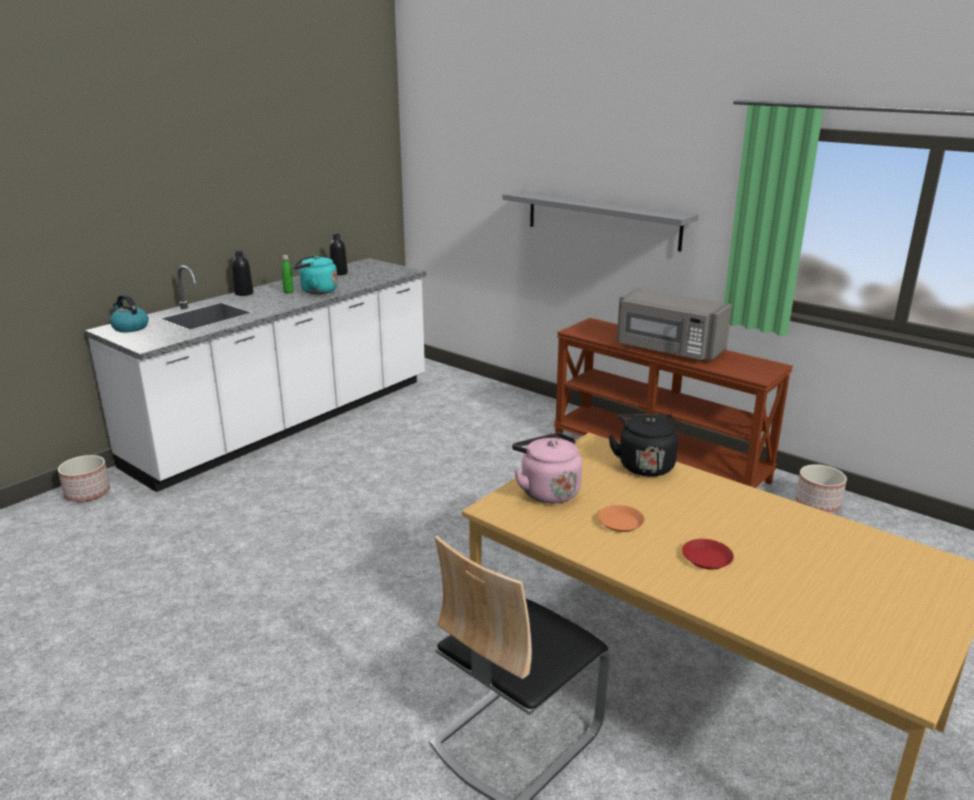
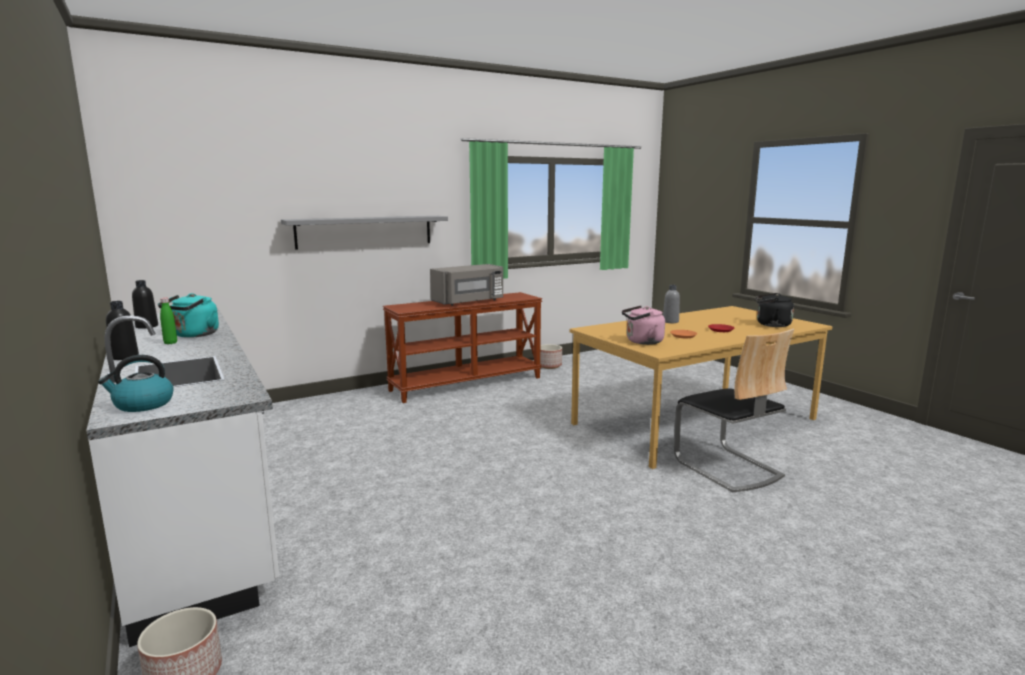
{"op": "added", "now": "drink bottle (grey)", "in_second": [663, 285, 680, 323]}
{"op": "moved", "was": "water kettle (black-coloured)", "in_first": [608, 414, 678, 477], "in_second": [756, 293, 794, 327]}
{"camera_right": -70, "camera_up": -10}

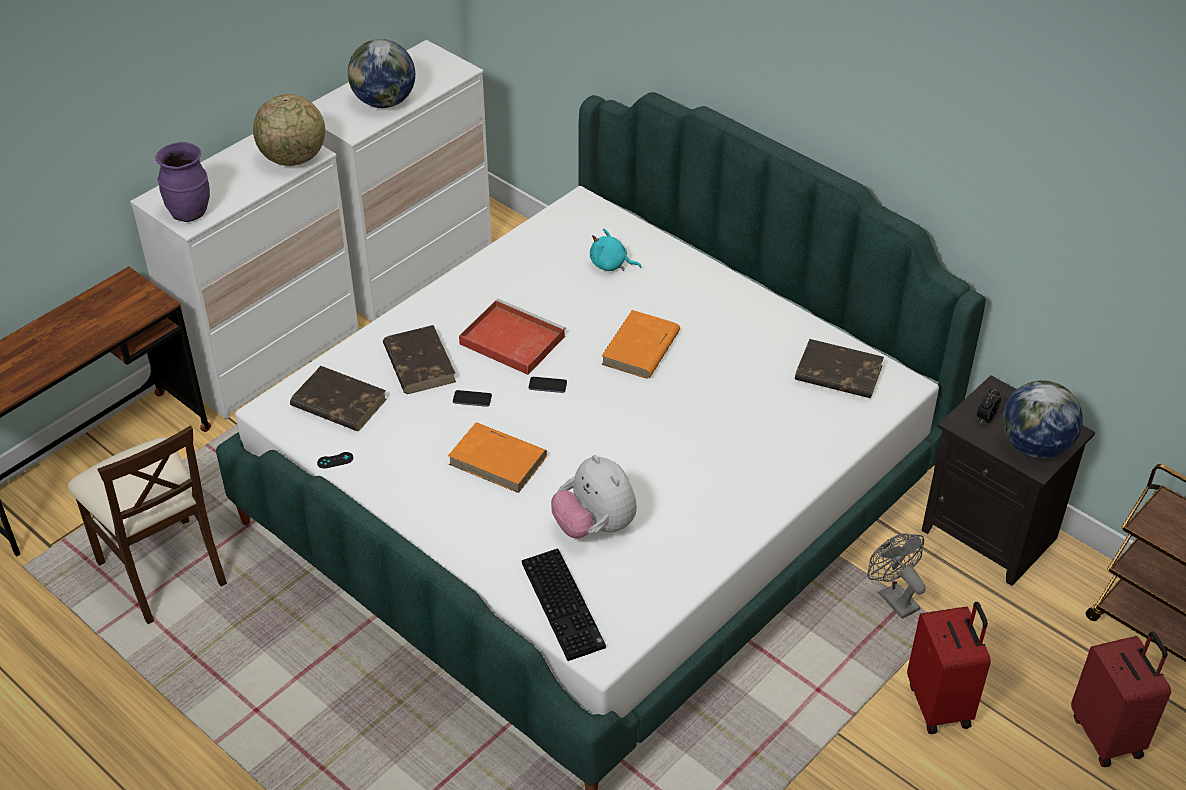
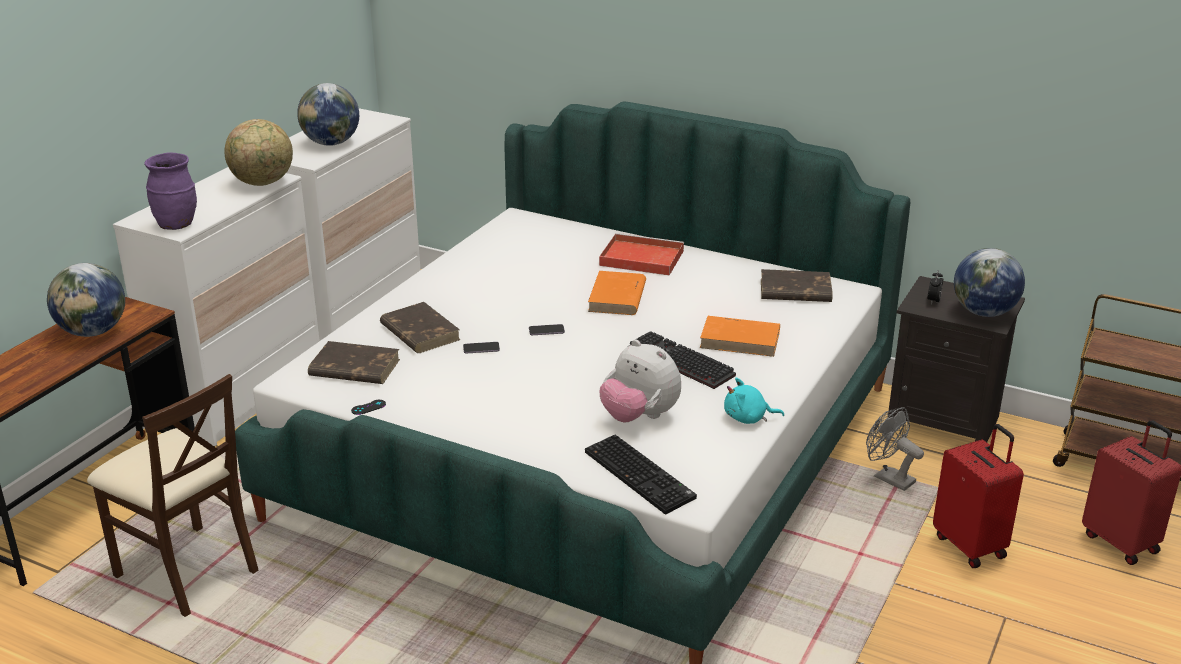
{"op": "added", "now": "globe", "in_second": [47, 263, 125, 337]}
{"op": "moved", "was": "carrying tray (red)", "in_first": [459, 299, 566, 375], "in_second": [599, 233, 684, 275]}
{"op": "added", "now": "keyboard", "in_second": [629, 331, 736, 389]}
{"op": "moved", "was": "volume (orangey)", "in_first": [448, 423, 547, 493], "in_second": [700, 316, 780, 357]}
{"op": "moved", "was": "plush toy (blue-green)", "in_first": [590, 228, 642, 271], "in_second": [724, 378, 784, 424]}
{"camera_right": -15, "camera_up": -15}

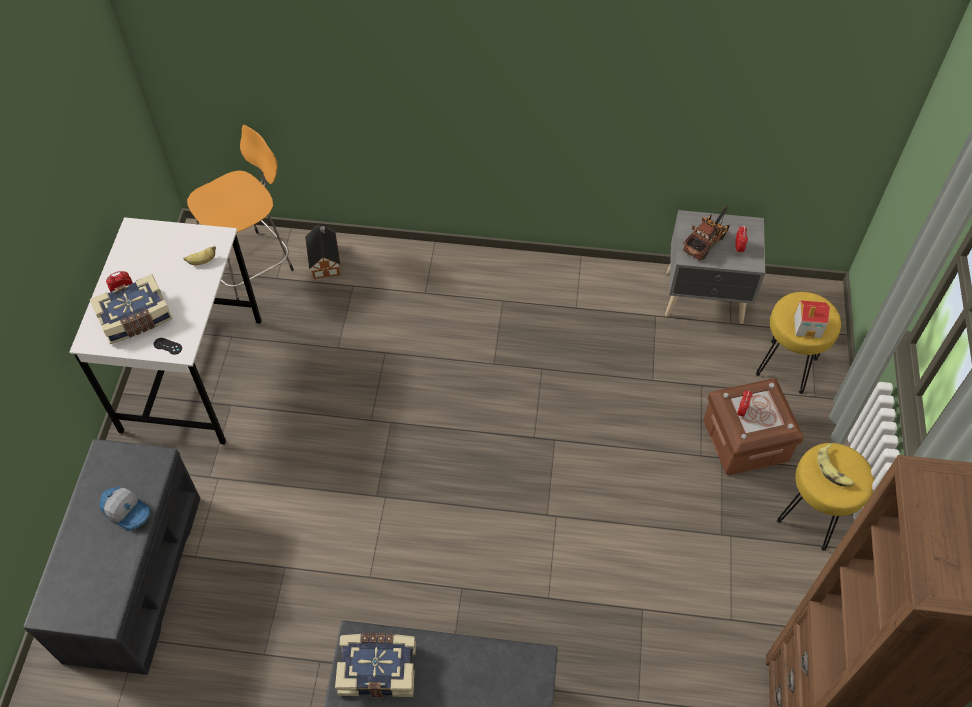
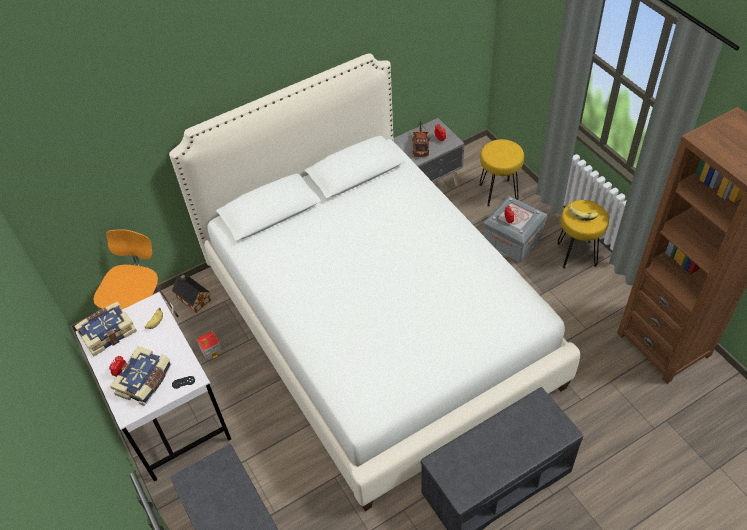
{"op": "moved", "was": "volume", "in_first": [335, 633, 416, 697], "in_second": [74, 301, 137, 357]}
{"op": "added", "now": "bed (white-coloured)", "in_second": [169, 53, 580, 511]}
{"op": "moved", "was": "toy house", "in_first": [794, 300, 830, 339], "in_second": [196, 331, 223, 361]}
{"op": "recoloured", "was": "storage container (brownish)", "now": "storage container (grey)", "in_first": [703, 378, 804, 475], "in_second": [483, 196, 547, 263]}
{"op": "removed", "was": "cap", "in_first": [100, 487, 151, 530]}
{"camera_right": -35, "camera_up": -5}

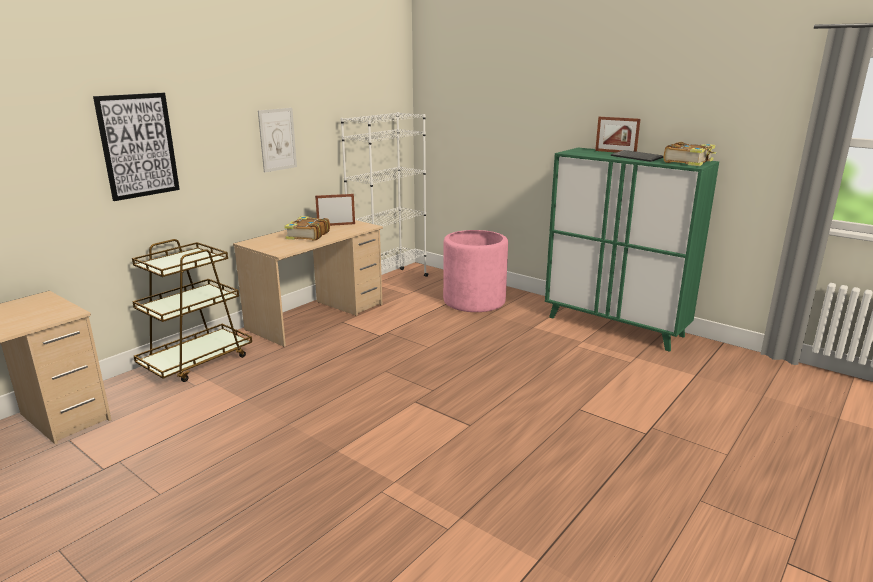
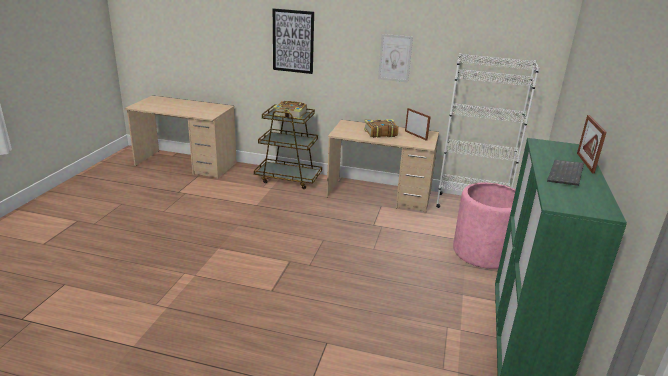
{"op": "moved", "was": "volume", "in_first": [663, 142, 717, 166], "in_second": [273, 101, 307, 119]}
{"camera_right": 65, "camera_up": 5}

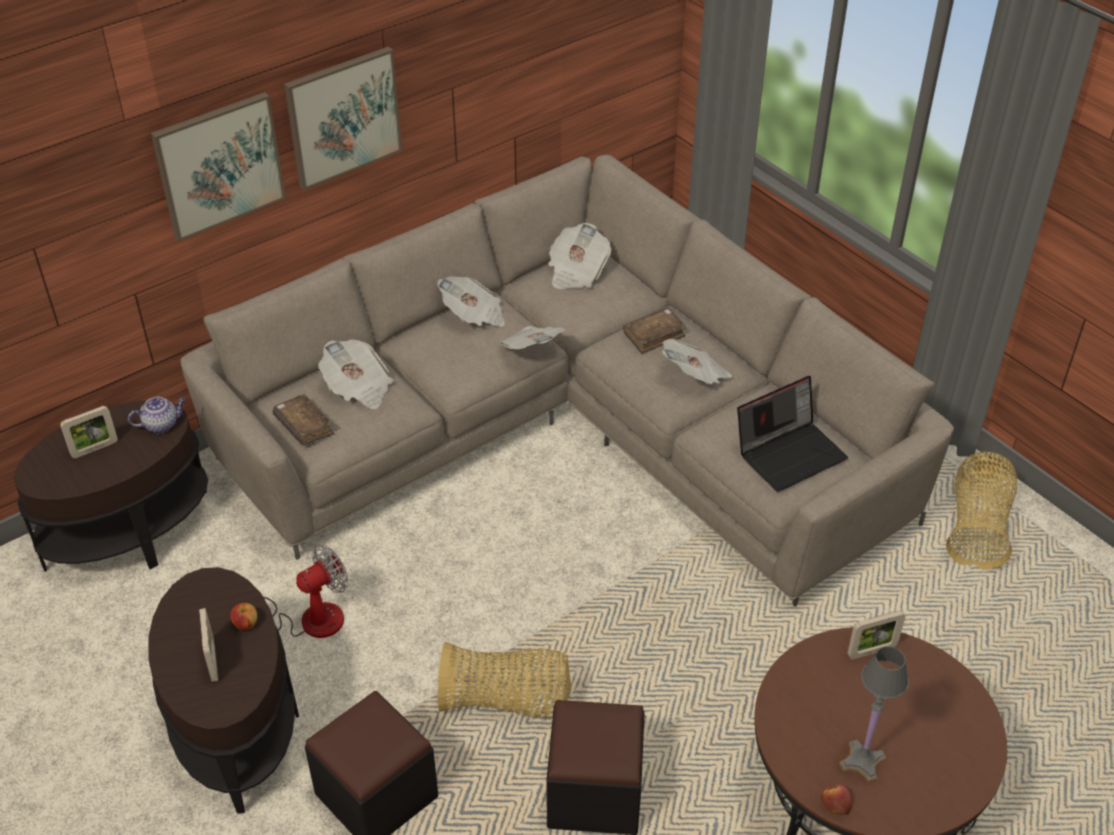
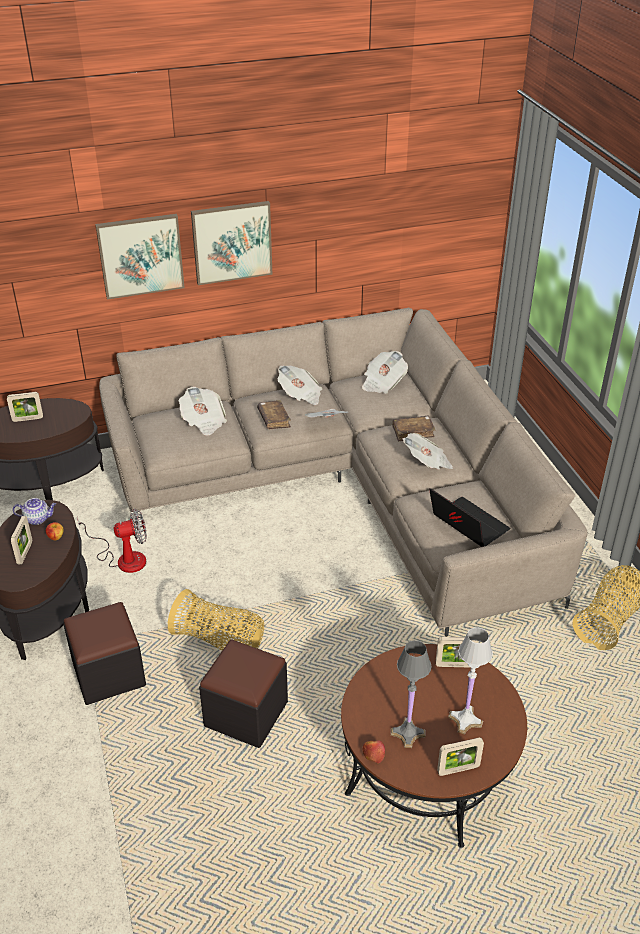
{"op": "moved", "was": "pot for tea", "in_first": [128, 397, 186, 433], "in_second": [13, 498, 56, 525]}
{"op": "moved", "was": "volume (brownish)", "in_first": [273, 394, 335, 446], "in_second": [257, 400, 291, 429]}
{"op": "turned", "was": "notebook computer", "in_first": [737, 376, 848, 492], "in_second": [429, 488, 511, 547], "clockwise": -120}
{"op": "added", "now": "picture frame", "in_second": [437, 737, 484, 776]}
{"op": "added", "now": "tabletop lamp (white-coloured)", "in_second": [448, 627, 493, 735]}
{"camera_right": 20, "camera_up": -5}

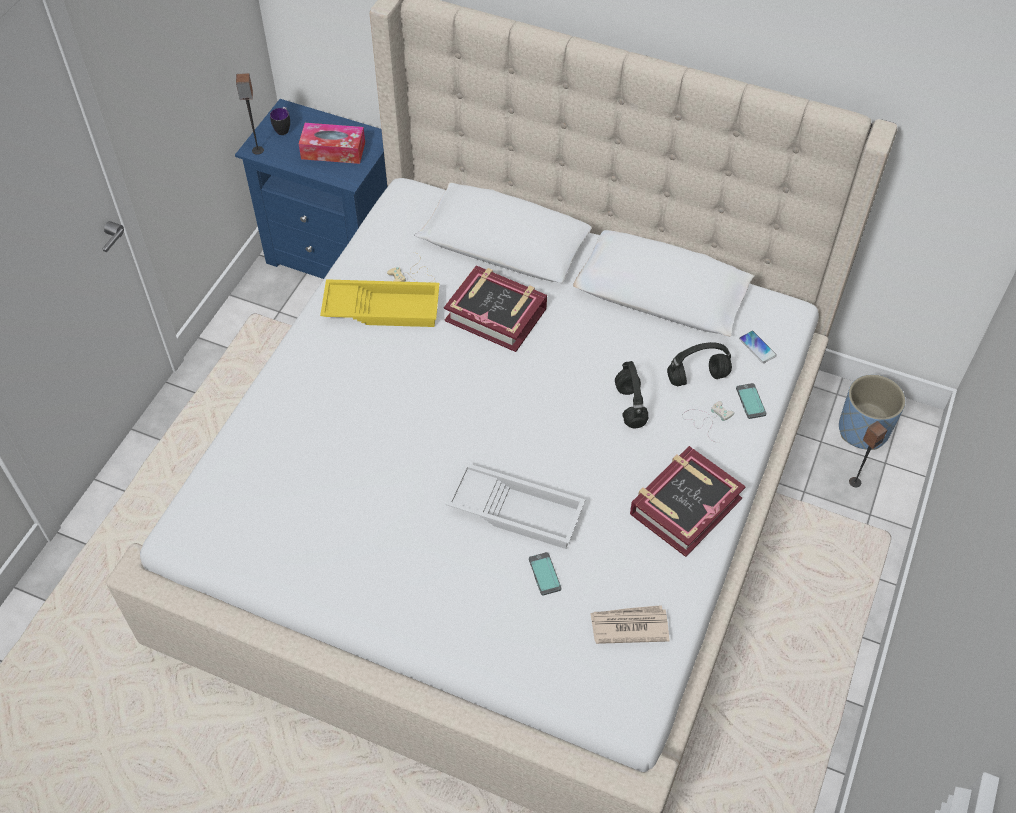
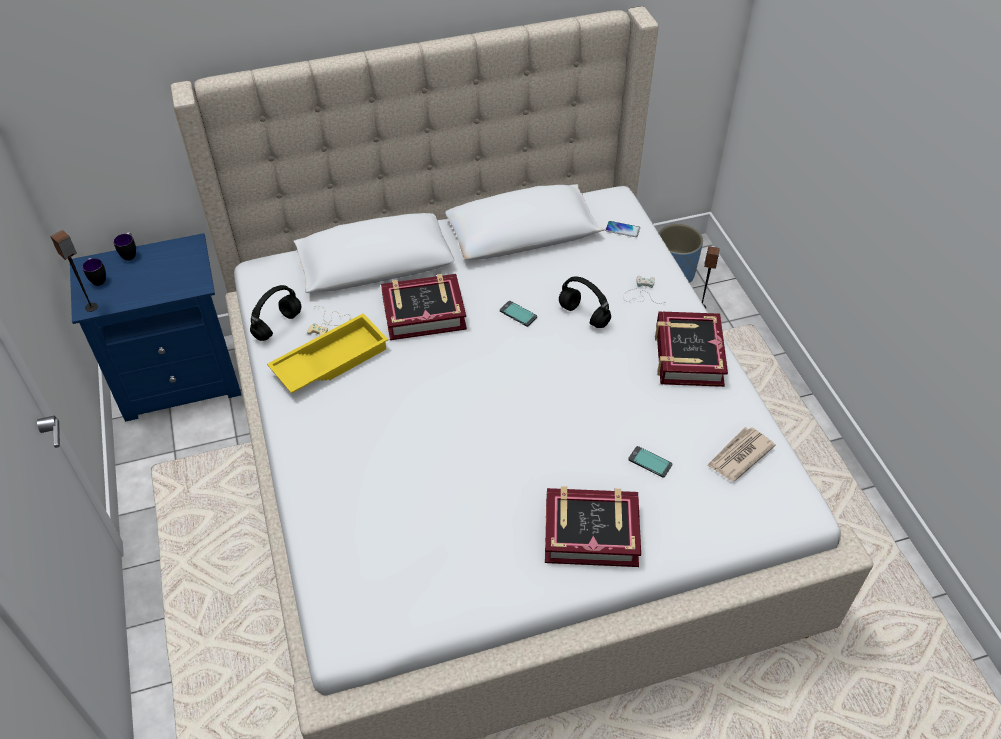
{"op": "added", "now": "mug", "in_second": [113, 233, 136, 261]}
{"op": "moved", "was": "headset (black-coloured)", "in_first": [667, 342, 732, 386], "in_second": [250, 285, 301, 341]}
{"op": "moved", "was": "phone", "in_first": [736, 383, 766, 419], "in_second": [500, 301, 537, 327]}
{"op": "added", "now": "volume", "in_second": [545, 486, 641, 567]}
{"op": "removed", "was": "box of tissues", "in_first": [299, 123, 365, 164]}
{"op": "removed", "was": "carrying tray (white-coloured)", "in_first": [446, 463, 585, 549]}
{"camera_right": -40, "camera_up": -5}

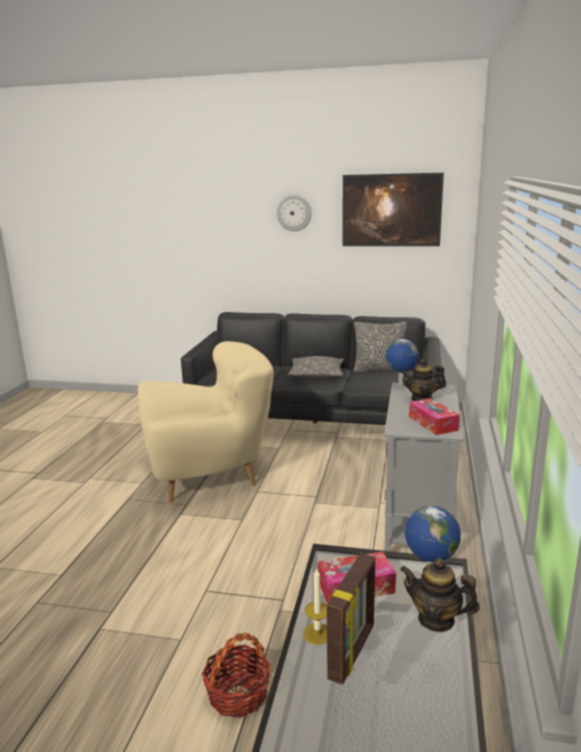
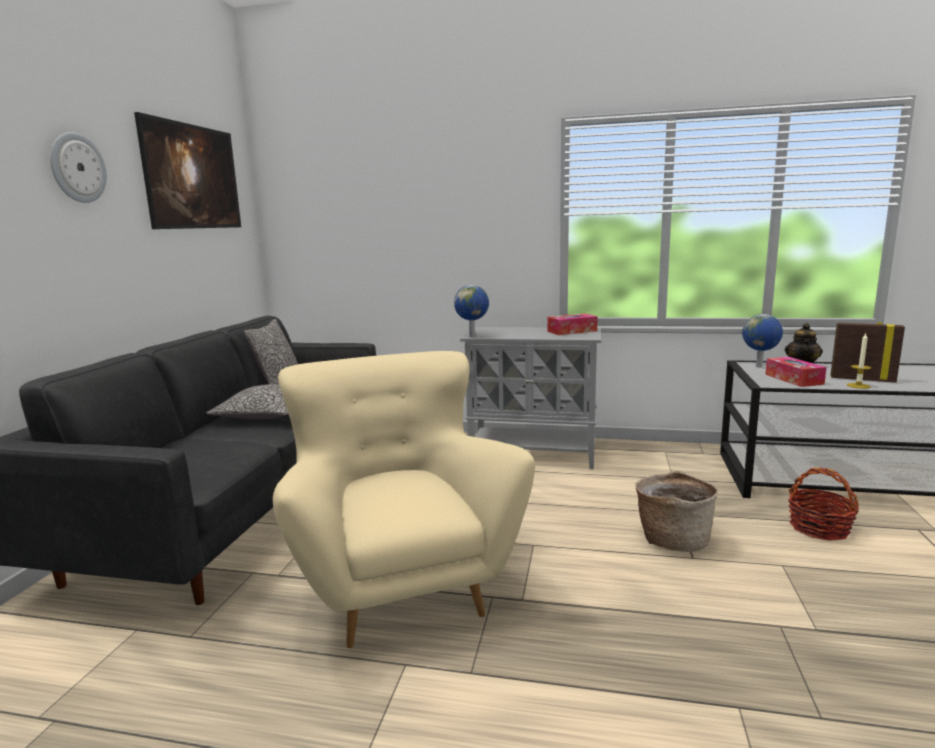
{"op": "added", "now": "basket", "in_second": [635, 471, 718, 552]}
{"op": "removed", "was": "pot for tea", "in_first": [400, 359, 446, 401]}
{"camera_right": -90, "camera_up": -5}

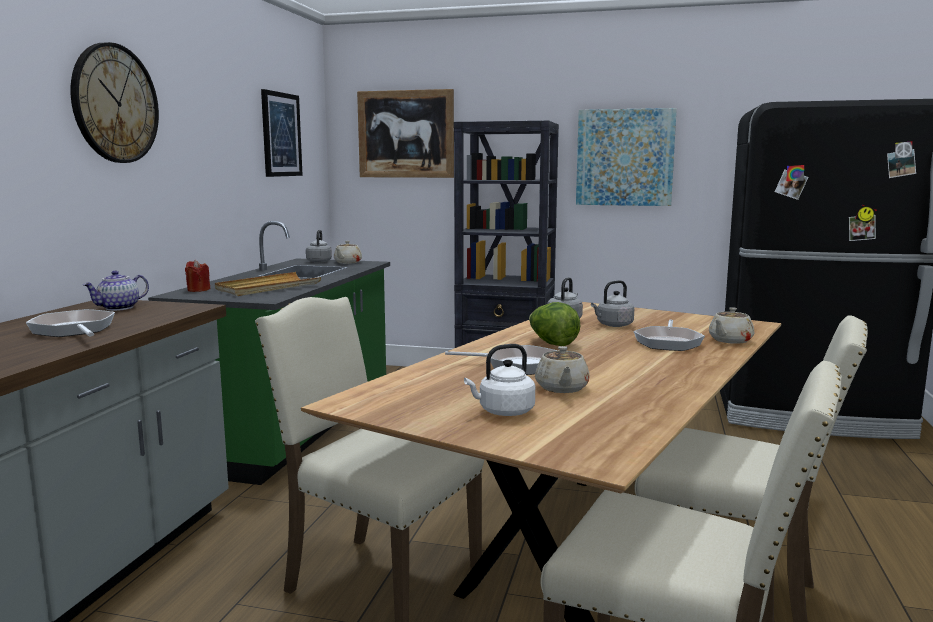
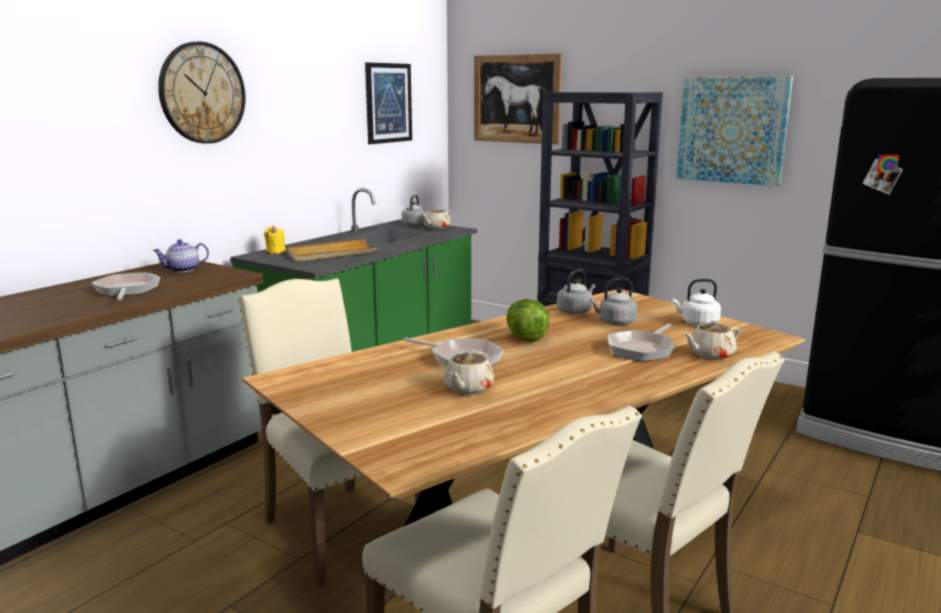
{"op": "recoloured", "was": "wax light (red)", "now": "wax light (yellow-coloured)", "in_first": [185, 260, 210, 292], "in_second": [264, 226, 286, 254]}
{"op": "moved", "was": "water kettle (white-coloured)", "in_first": [464, 344, 535, 416], "in_second": [672, 279, 721, 326]}
{"camera_right": 20, "camera_up": 5}

